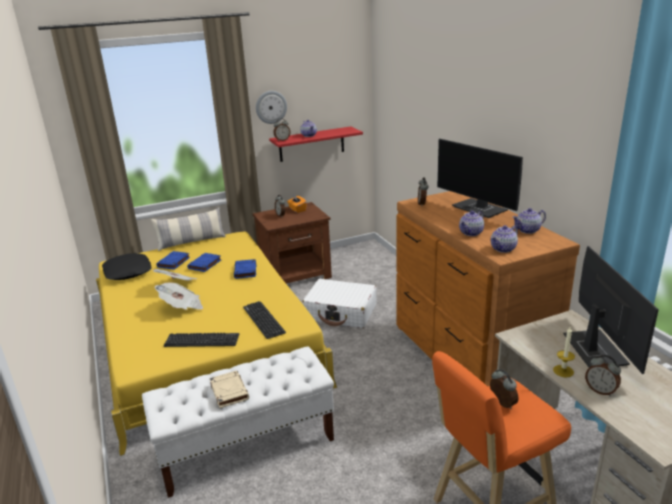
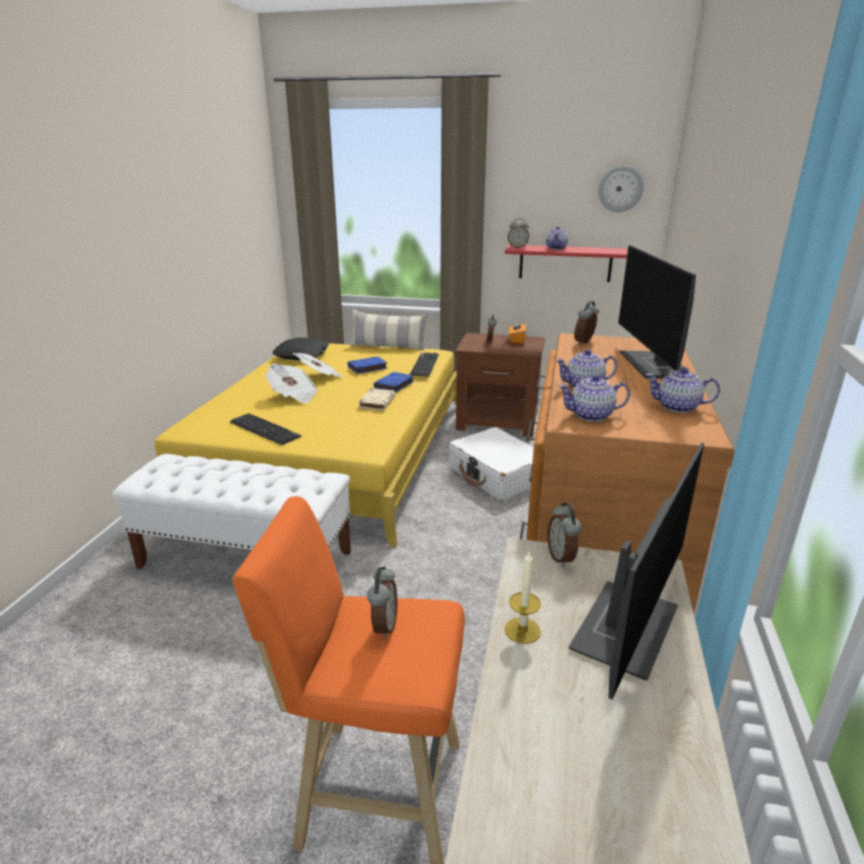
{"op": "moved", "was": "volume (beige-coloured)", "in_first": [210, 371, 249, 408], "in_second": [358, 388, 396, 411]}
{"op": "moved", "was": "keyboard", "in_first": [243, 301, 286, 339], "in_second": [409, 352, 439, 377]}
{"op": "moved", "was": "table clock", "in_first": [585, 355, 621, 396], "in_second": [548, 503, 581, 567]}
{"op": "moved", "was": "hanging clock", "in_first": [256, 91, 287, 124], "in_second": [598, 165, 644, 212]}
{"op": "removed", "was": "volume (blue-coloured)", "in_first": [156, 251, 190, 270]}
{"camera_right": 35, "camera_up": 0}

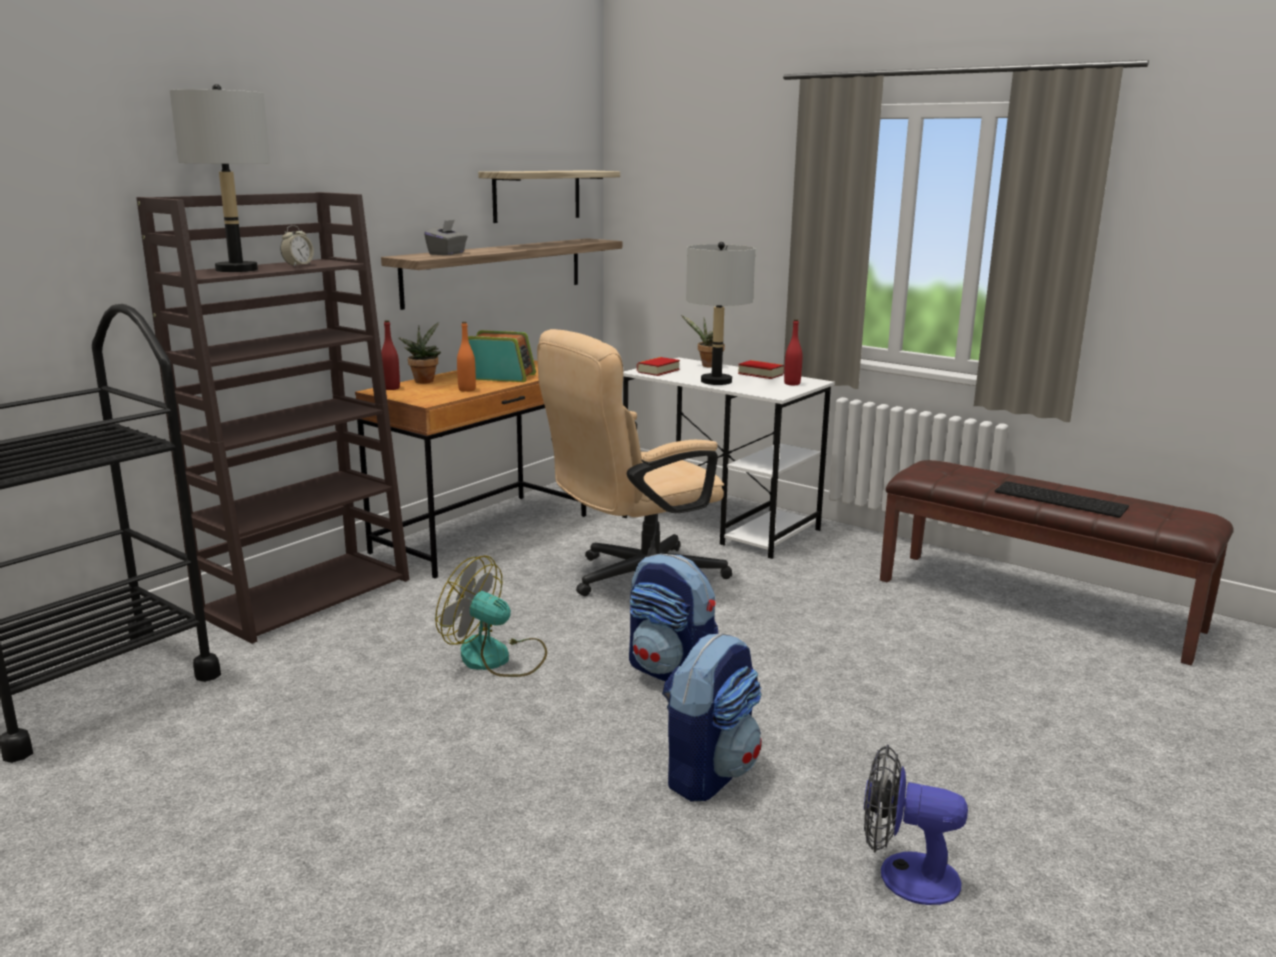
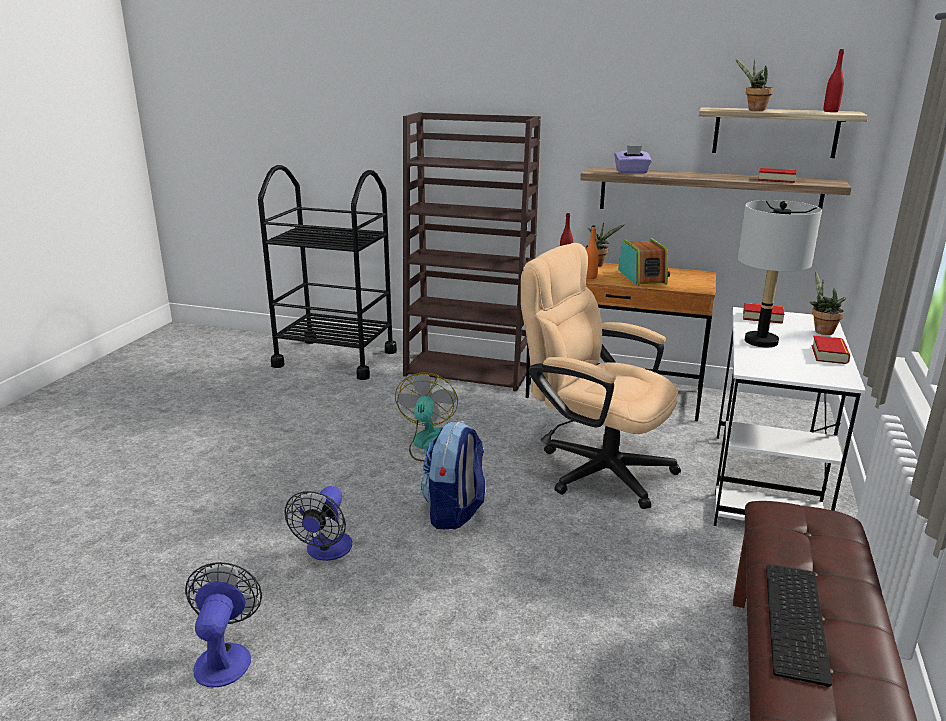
{"op": "replaced", "was": "rucksack", "now": "electric fan", "in_first": [662, 632, 762, 801], "in_second": [285, 486, 352, 561]}
{"op": "recoloured", "was": "box of tissues (grey)", "now": "box of tissues (purple-coloured)", "in_first": [424, 220, 468, 255], "in_second": [614, 145, 652, 173]}
{"op": "added", "now": "plant in a pot", "in_second": [735, 59, 773, 111]}
{"op": "added", "now": "volume", "in_second": [758, 168, 796, 183]}
{"op": "moved", "was": "drink bottle (red)", "in_first": [784, 319, 802, 385], "in_second": [823, 49, 844, 112]}
{"op": "removed", "was": "tabletop lamp (grey)", "in_first": [170, 84, 270, 272]}
{"op": "removed", "was": "table clock", "in_first": [280, 225, 314, 267]}
{"camera_right": 70, "camera_up": 5}

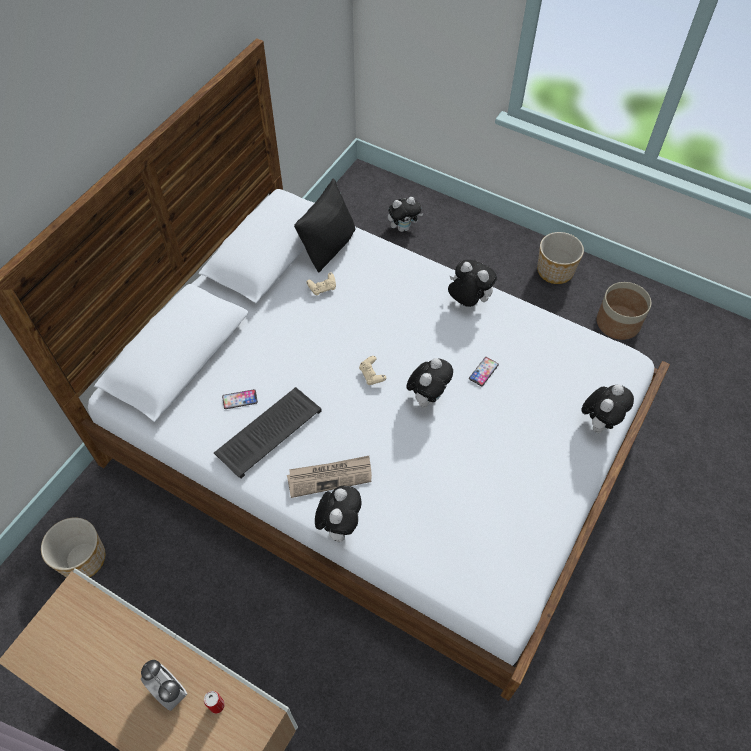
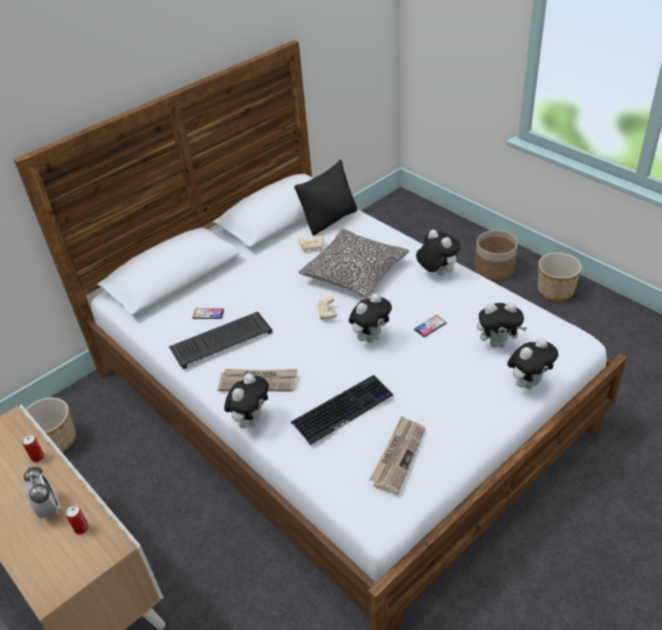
{"op": "added", "now": "sealed can", "in_second": [22, 435, 44, 462]}
{"op": "added", "now": "keyboard", "in_second": [291, 375, 394, 445]}
{"op": "added", "now": "pillow", "in_second": [299, 229, 409, 298]}
{"op": "added", "now": "printed paper", "in_second": [369, 416, 425, 495]}
{"op": "moved", "was": "flower pot", "in_first": [596, 282, 651, 340], "in_second": [475, 230, 518, 280]}
{"op": "moved", "was": "plush toy", "in_first": [388, 197, 424, 232], "in_second": [477, 302, 527, 348]}
{"camera_right": 20, "camera_up": -15}

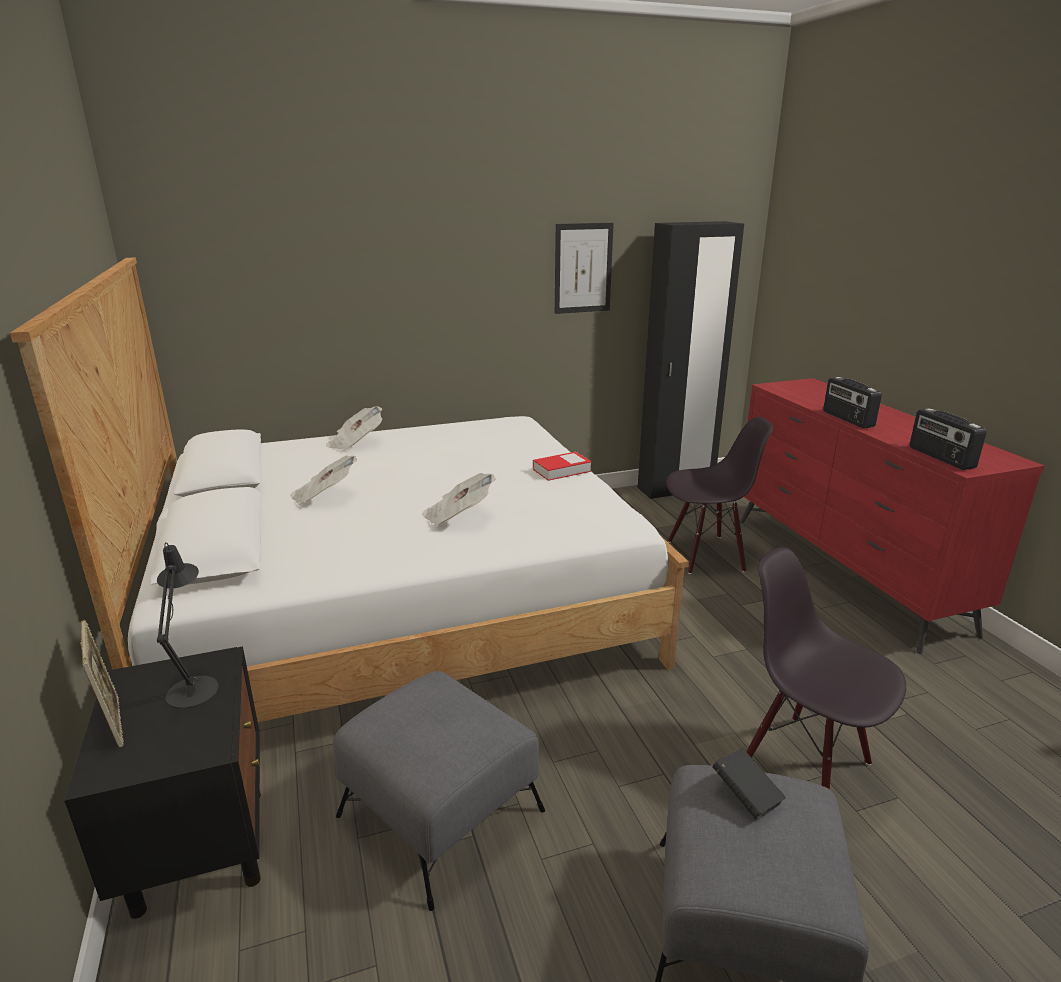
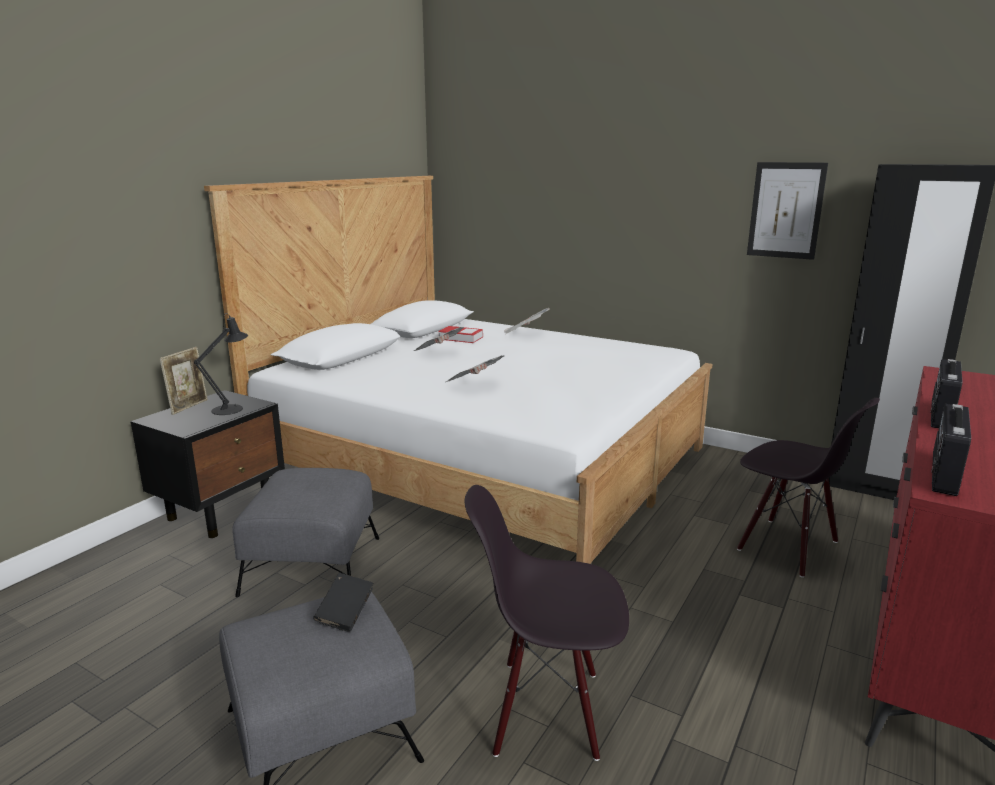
{"op": "moved", "was": "volume", "in_first": [533, 452, 592, 481], "in_second": [438, 326, 483, 343]}
{"op": "turned", "was": "plain chair (black-coloured)", "in_first": [746, 547, 906, 790], "in_second": [465, 485, 629, 761], "clockwise": -90}
{"camera_right": 50, "camera_up": -5}

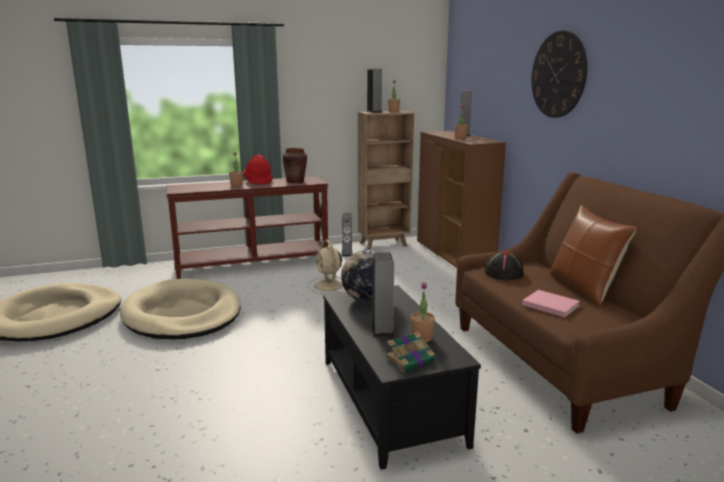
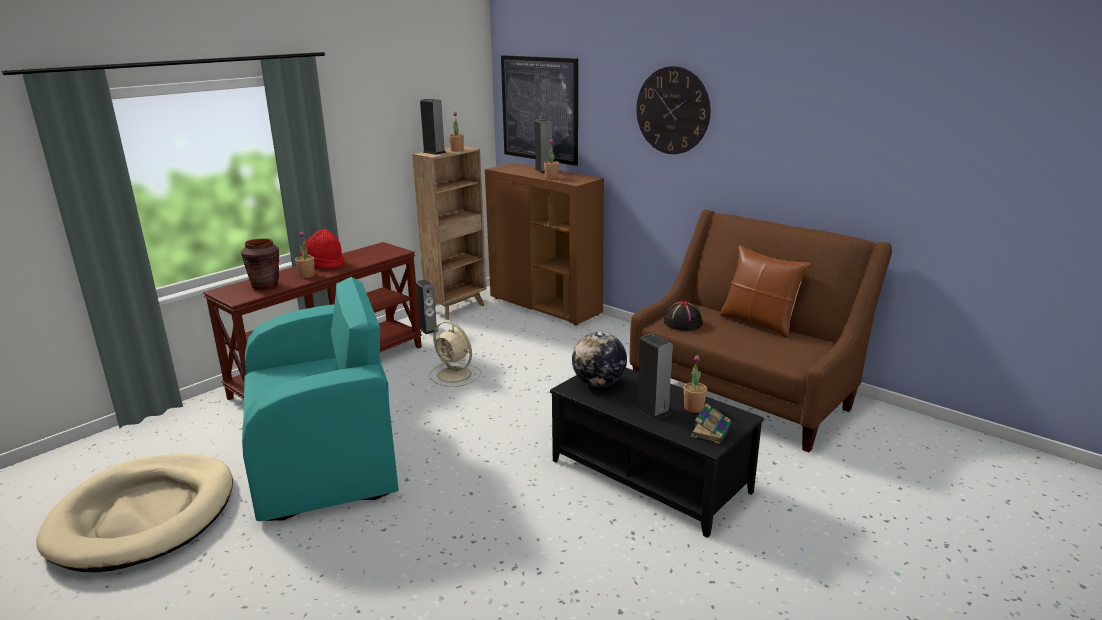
{"op": "moved", "was": "flower vase (brownish)", "in_first": [282, 148, 307, 183], "in_second": [241, 239, 279, 290]}
{"op": "replaced", "was": "dog bed (beige-coloured)", "now": "lounge chair (blue-green)", "in_first": [120, 278, 241, 339], "in_second": [242, 277, 399, 521]}
{"op": "added", "now": "wall art", "in_second": [501, 55, 578, 166]}
{"op": "removed", "was": "volume (pinkish)", "in_first": [522, 290, 580, 317]}
{"camera_right": -30, "camera_up": 5}

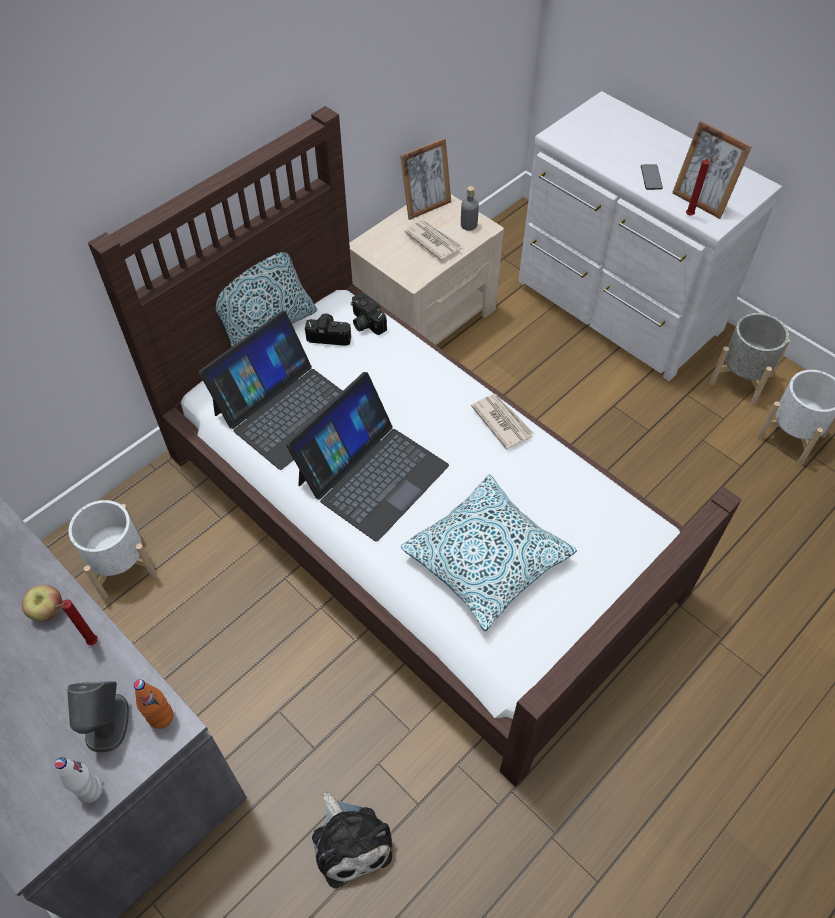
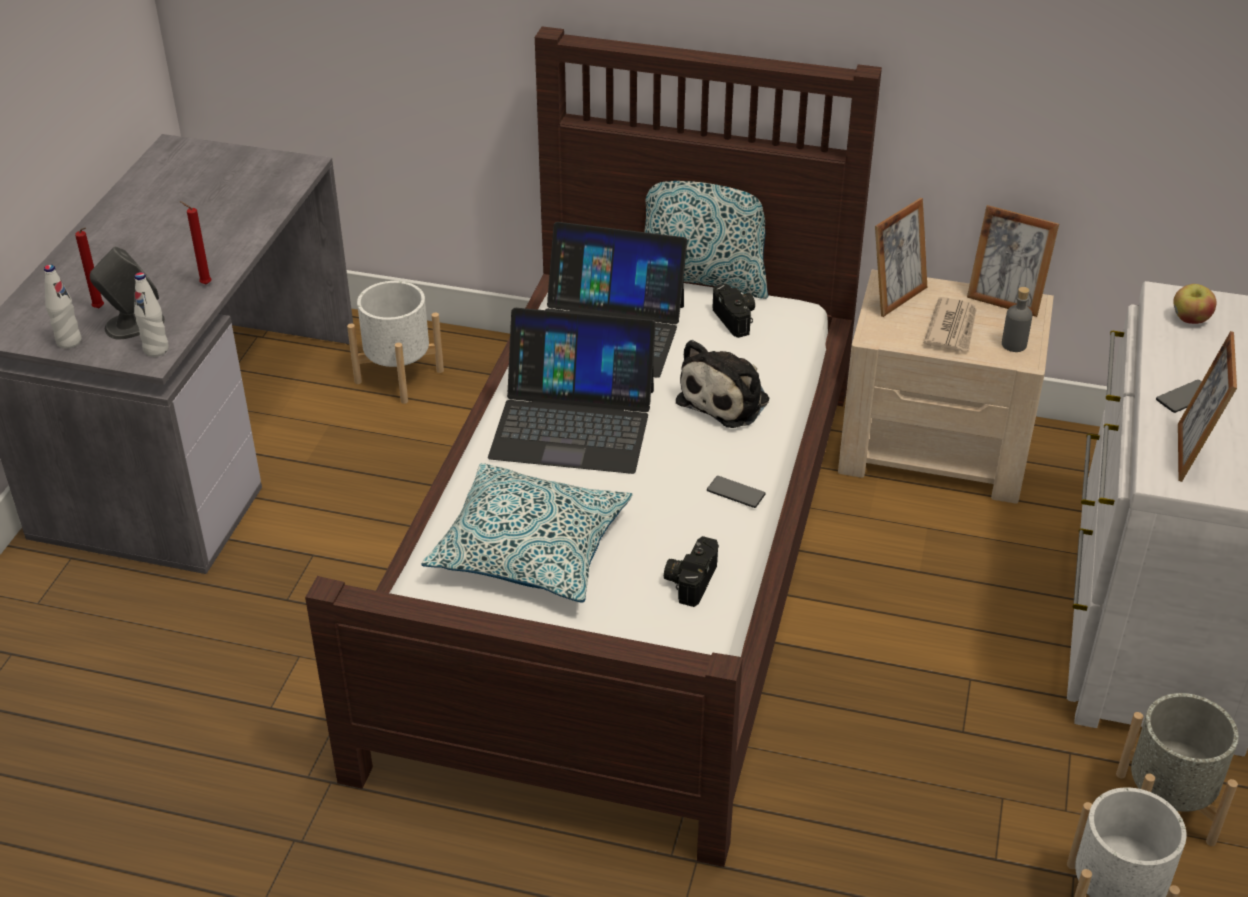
{"op": "moved", "was": "wax light (red)", "in_first": [686, 153, 715, 216], "in_second": [75, 228, 104, 308]}
{"op": "recoloured", "was": "drink bottle (orangey)", "now": "drink bottle (white-coloured)", "in_first": [134, 679, 173, 729], "in_second": [134, 272, 169, 357]}
{"op": "moved", "was": "photo camera", "in_first": [351, 293, 387, 335], "in_second": [664, 536, 719, 607]}
{"op": "moved", "was": "plush toy", "in_first": [312, 793, 393, 888], "in_second": [676, 340, 769, 428]}
{"op": "replaced", "was": "printed paper", "now": "phone", "in_first": [471, 394, 534, 450], "in_second": [707, 476, 765, 508]}
{"op": "added", "now": "picture frame", "in_second": [875, 198, 927, 317]}
{"op": "moved", "was": "apple", "in_first": [22, 585, 62, 622], "in_second": [1173, 284, 1217, 324]}
{"camera_right": 60, "camera_up": -15}

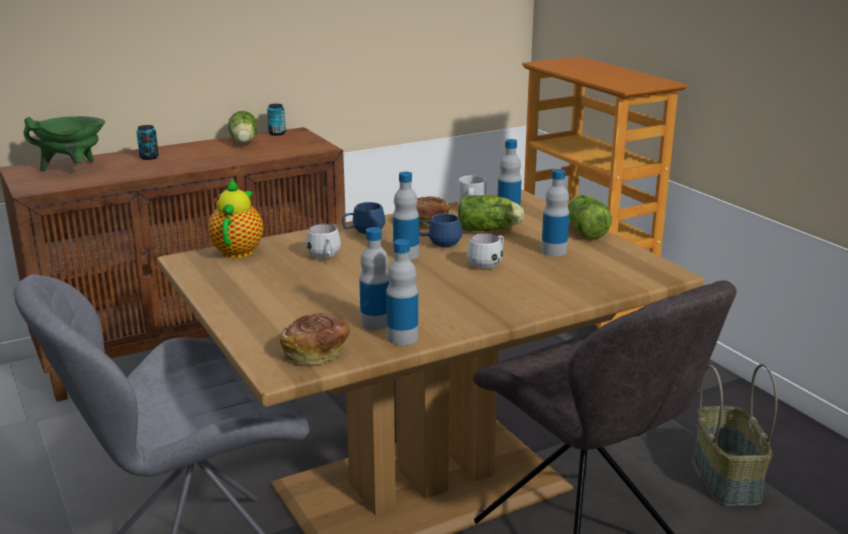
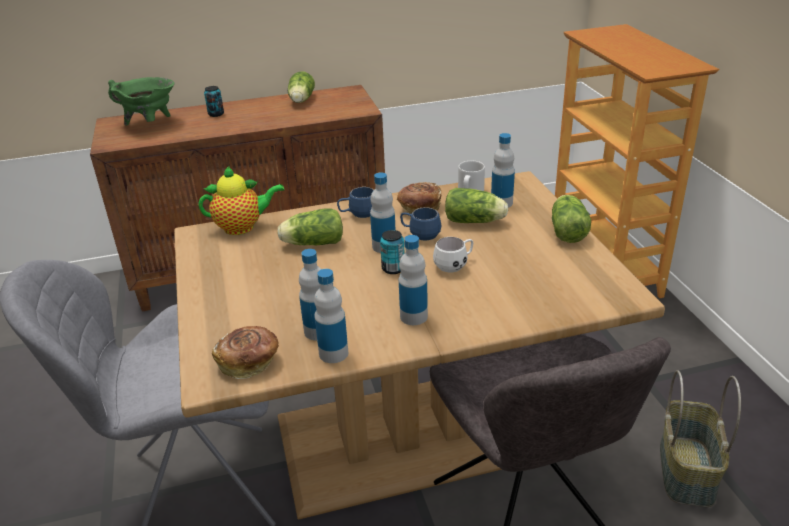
{"op": "turned", "was": "pot for tea", "in_first": [208, 178, 263, 259], "in_second": [198, 166, 284, 235], "clockwise": 60}
{"op": "replaced", "was": "mug (white-coloured)", "now": "head of lettuce", "in_first": [306, 224, 341, 259], "in_second": [277, 208, 343, 245]}
{"op": "moved", "was": "sealed can", "in_first": [267, 104, 286, 136], "in_second": [380, 230, 405, 274]}
{"op": "moved", "was": "drink bottle", "in_first": [541, 169, 569, 256], "in_second": [399, 235, 428, 325]}
{"camera_right": 15, "camera_up": 10}

